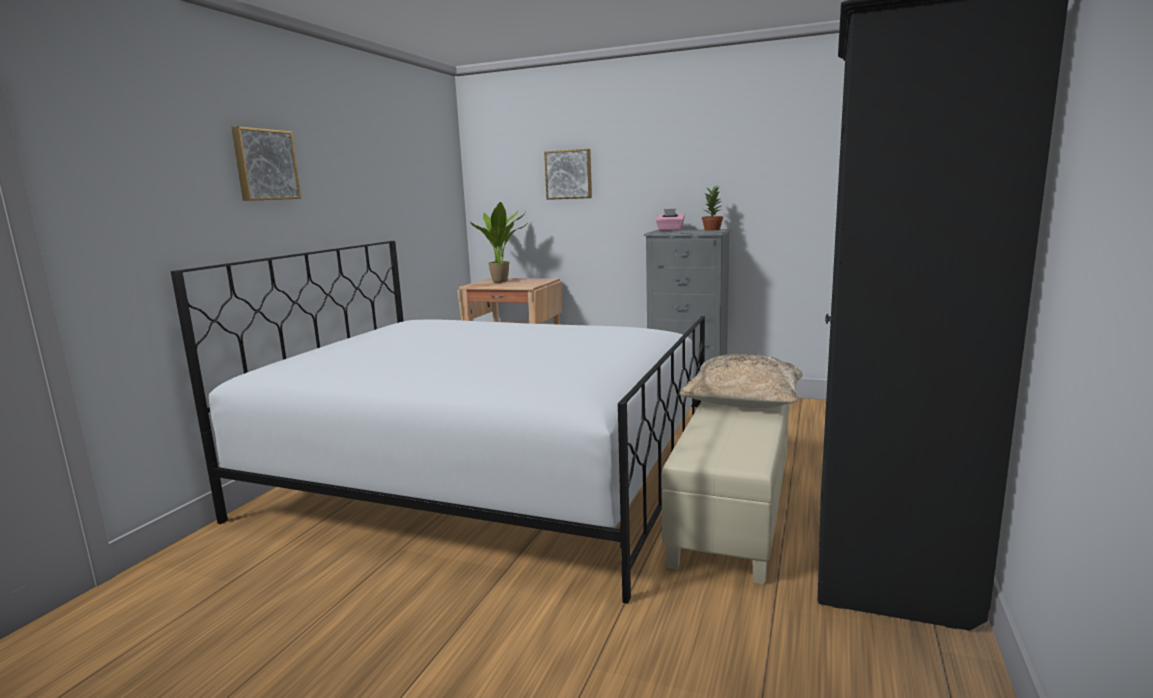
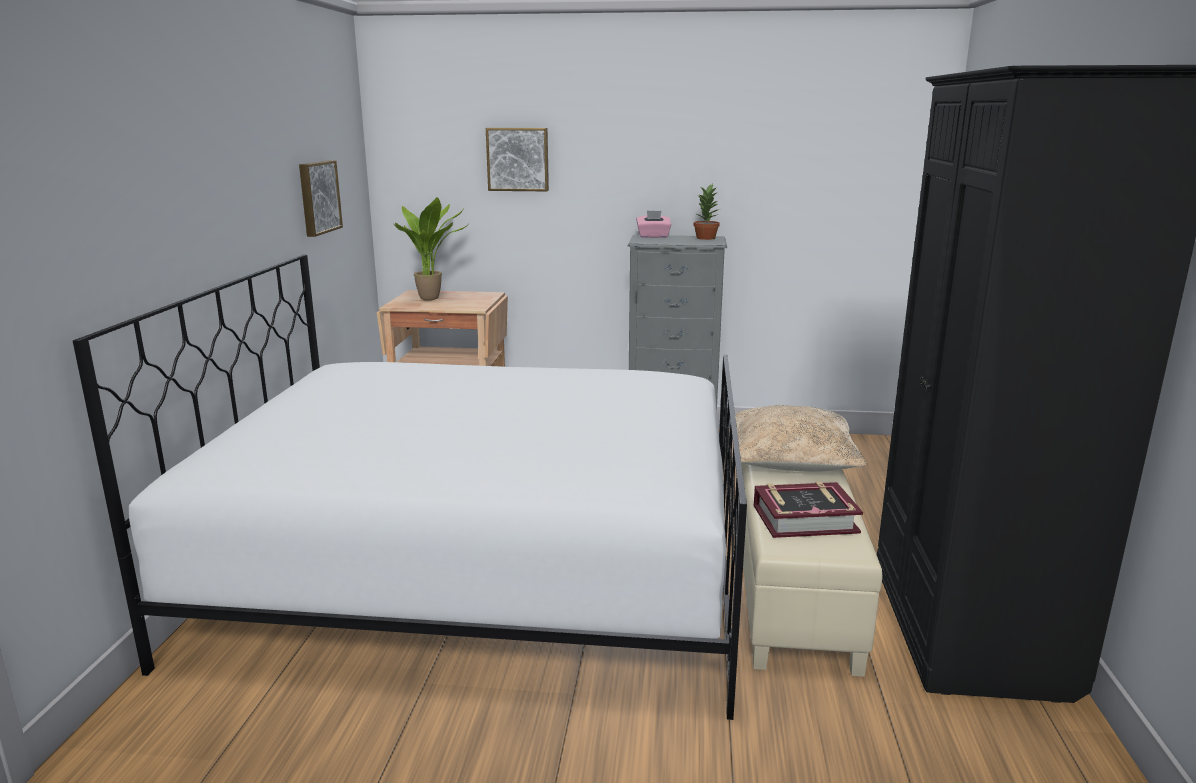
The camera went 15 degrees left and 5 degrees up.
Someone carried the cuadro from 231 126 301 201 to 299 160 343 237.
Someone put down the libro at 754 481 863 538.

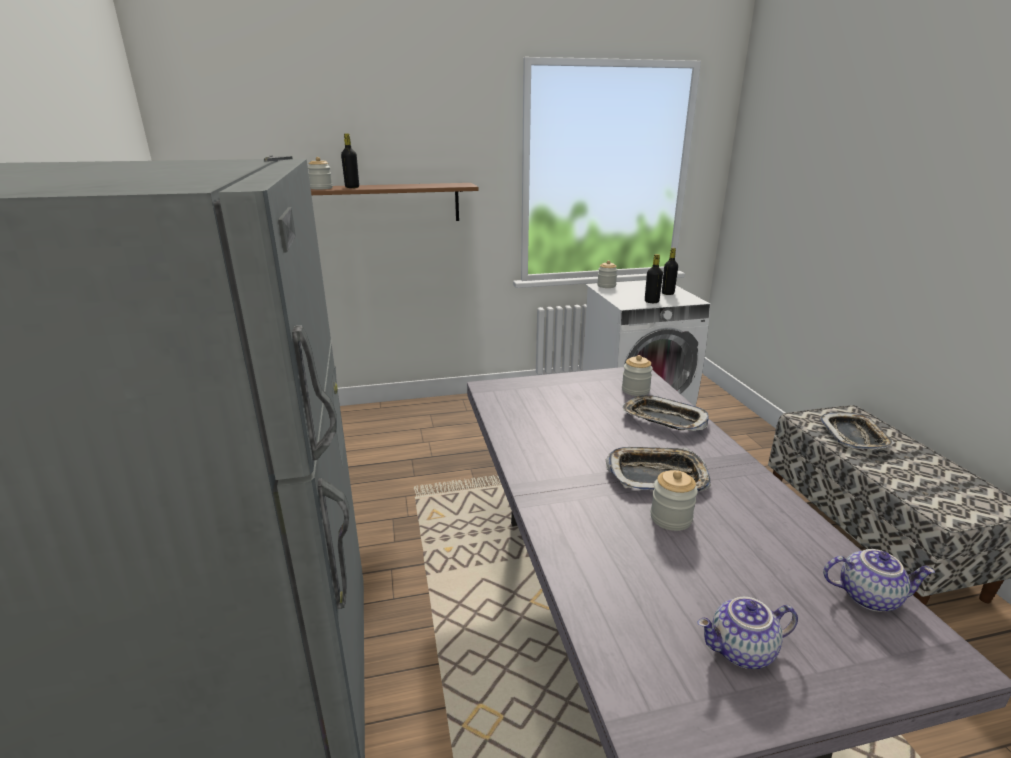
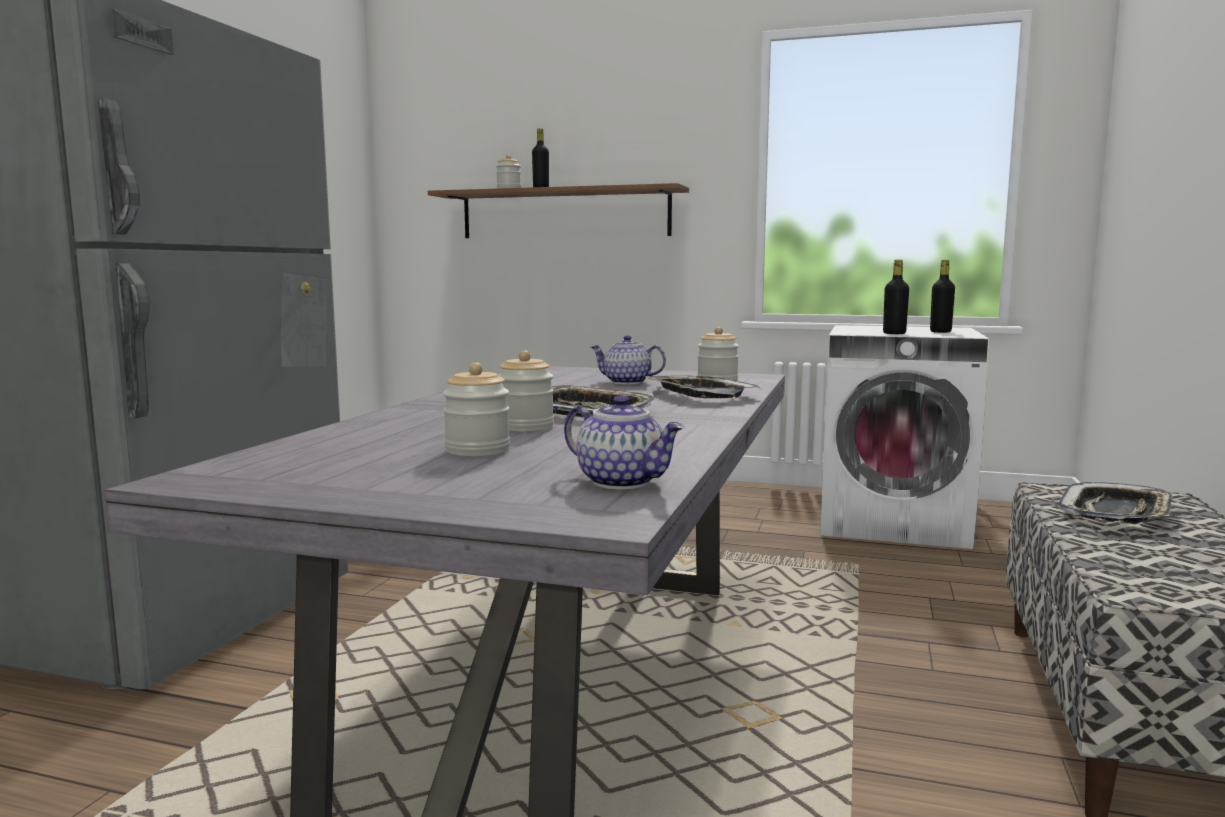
The camera went 30 degrees right and 15 degrees down.
Someone carried the tarro from 597 261 618 288 to 443 363 510 456.
Someone carried the tetera from 697 597 798 669 to 591 335 666 385.

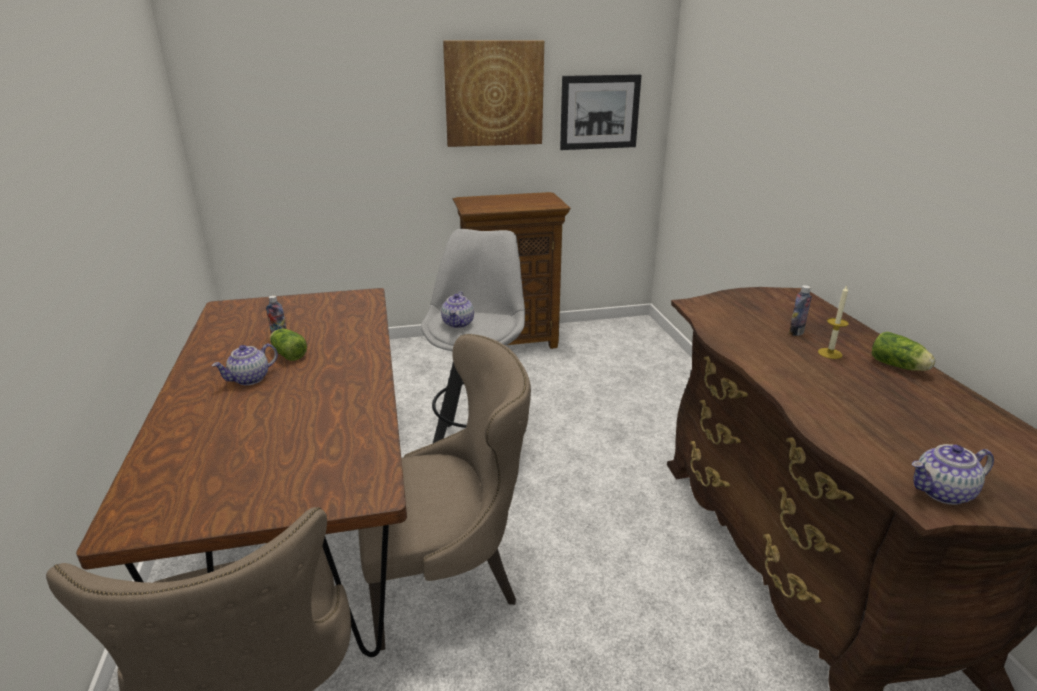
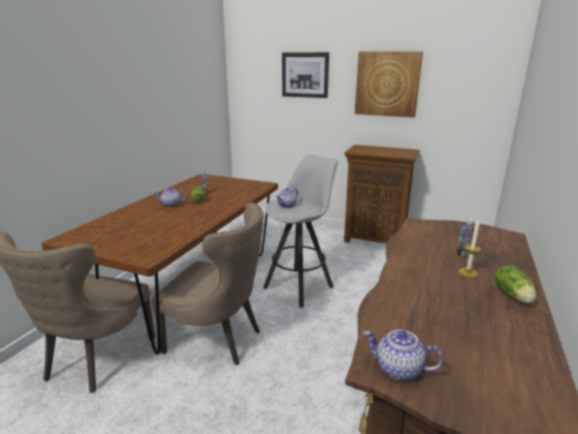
The camera went 35 degrees right and 5 degrees down.
Someone carried the cuadro from 560 74 641 150 to 282 52 329 98.

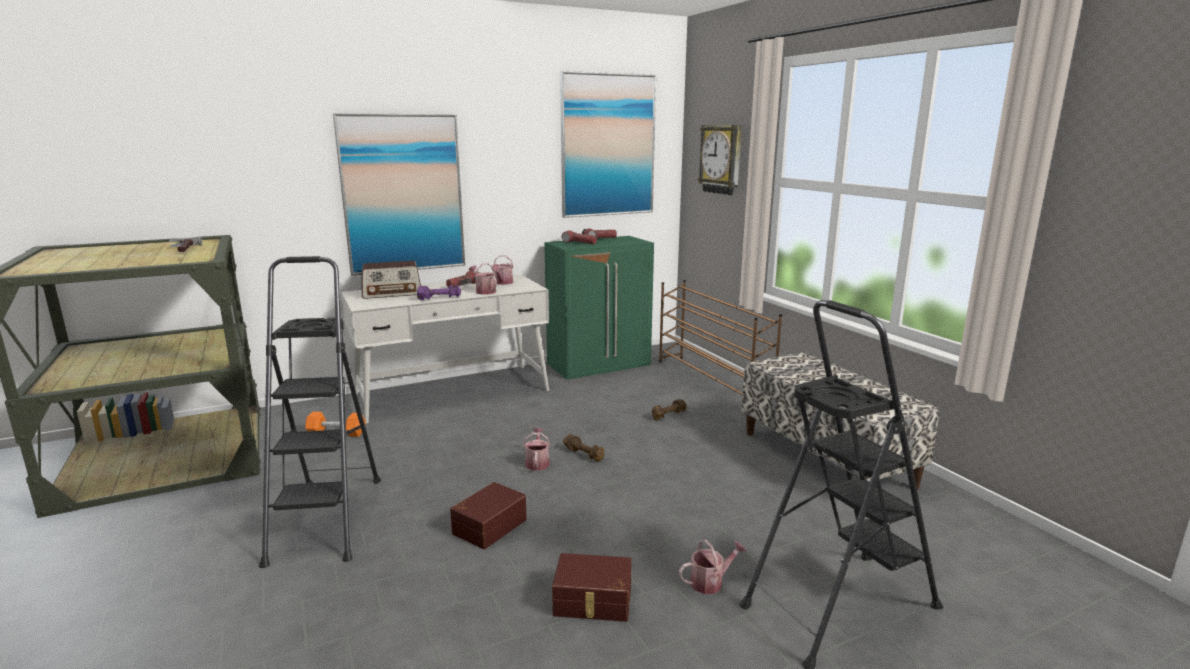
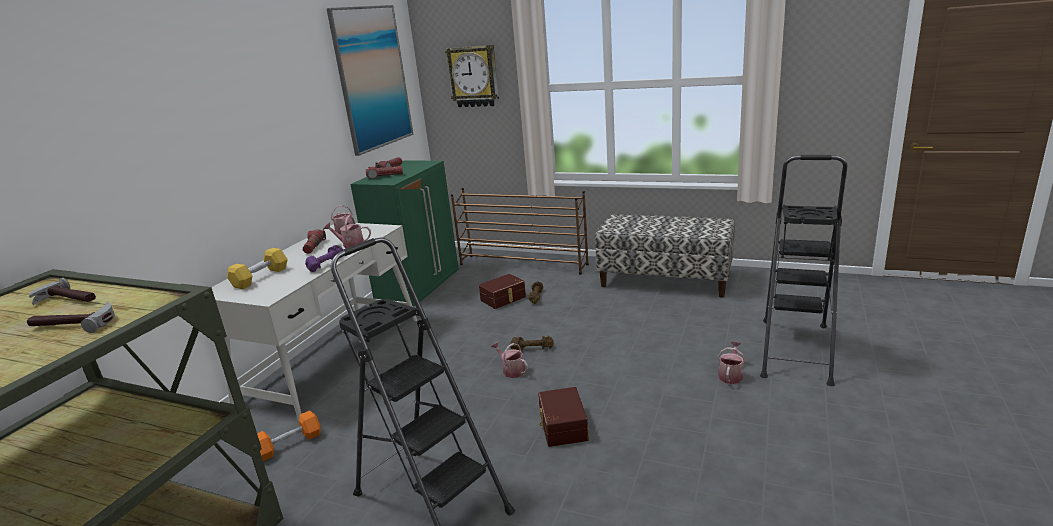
The camera went 40 degrees left and 5 degrees up.
Someone put down the martillo at 27 302 115 333.
Someone swapped the radio at 362 261 421 299 for the mancuerna/amarillo at 227 248 288 289.
Someone carried the caja de almacenaje/marrón from 552 553 632 622 to 479 274 526 309.
Someone took away the cuadro at 333 113 465 276.

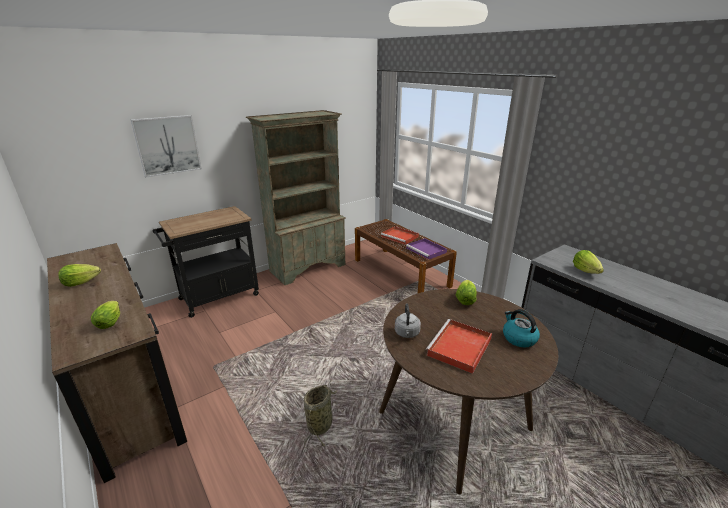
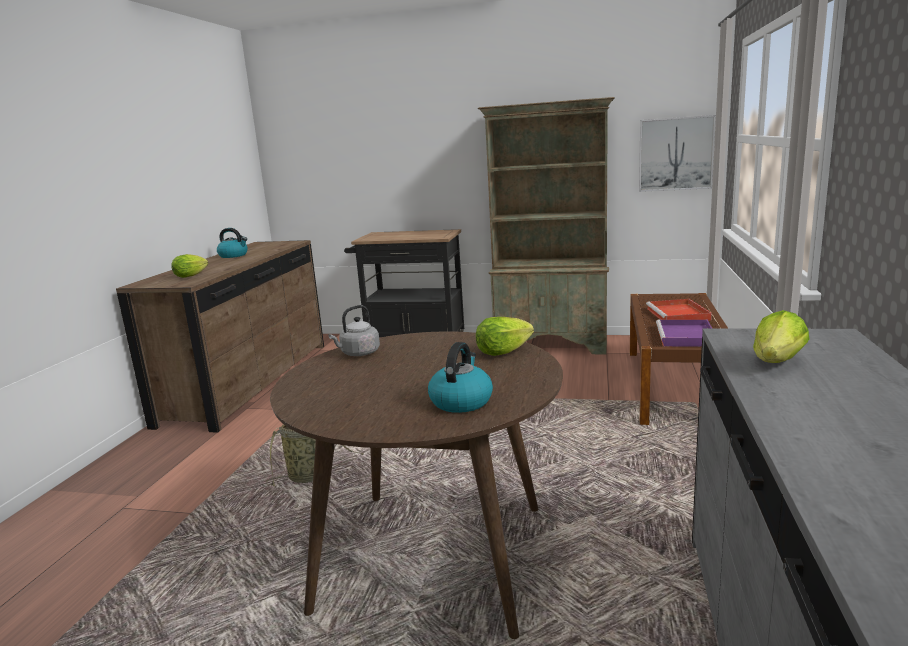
The camera went 50 degrees right and 10 degrees down.
Someone swapped the lechuga at 58 264 101 287 for the hervidor at 217 228 248 258.
Someone carried the cuadro from 131 115 202 177 to 639 115 716 192.
Someone took away the bandeja/rojo at 425 319 492 374.

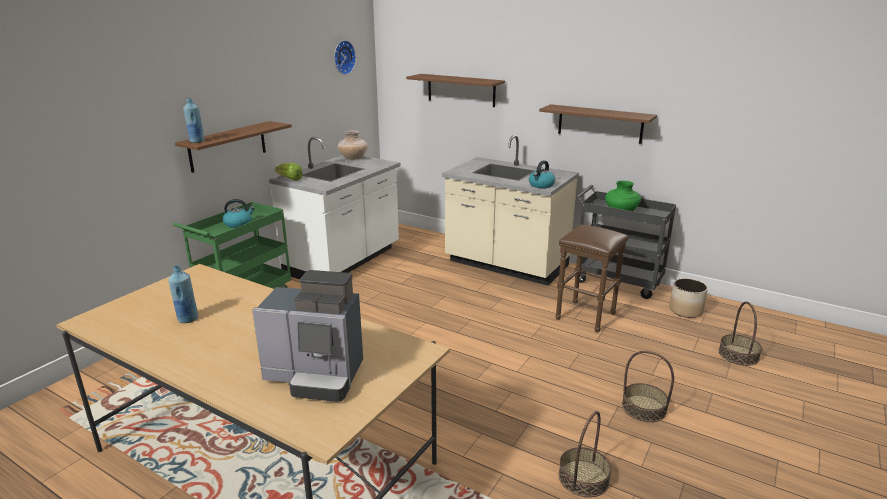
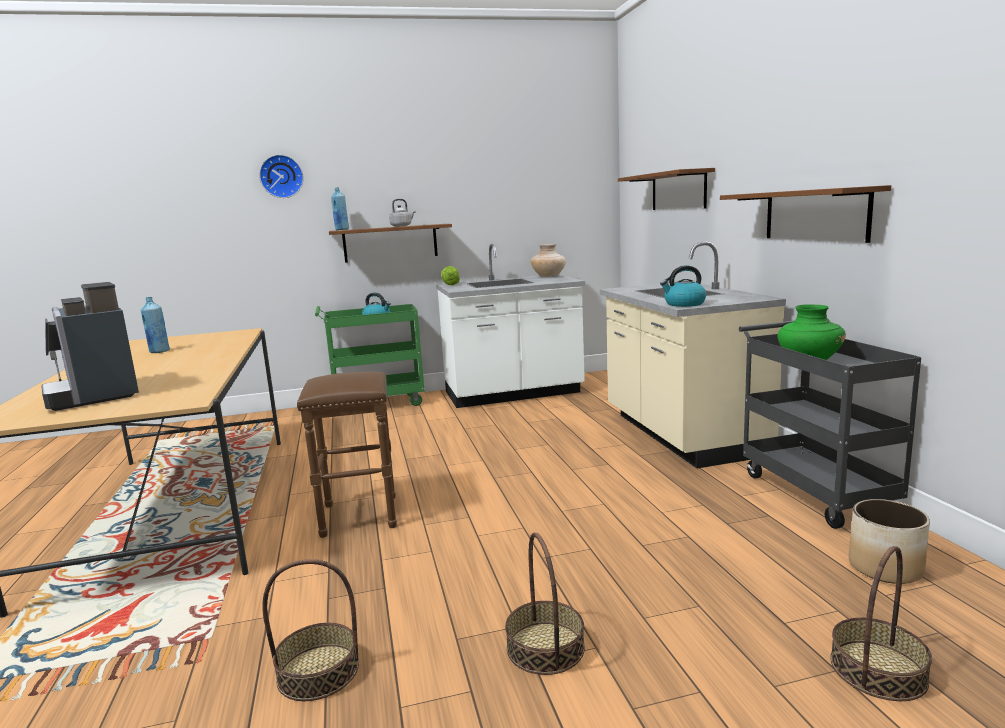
The camera went 45 degrees right and 10 degrees down.
Someone carried the reloj de pared from 334 40 356 75 to 259 154 304 198.
Someone carried the taburete/marrón from 556 225 628 333 to 297 372 397 538.
Someone put down the hervidor/gris at 389 199 416 227.

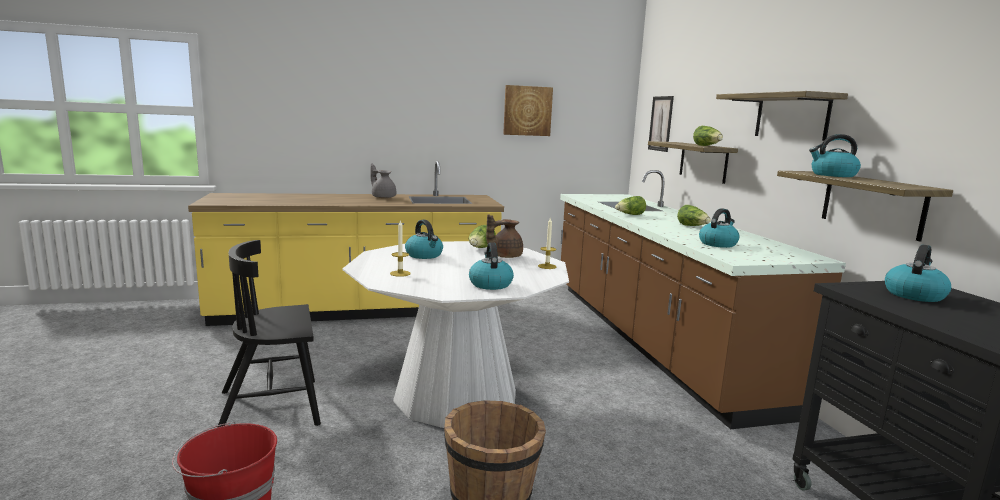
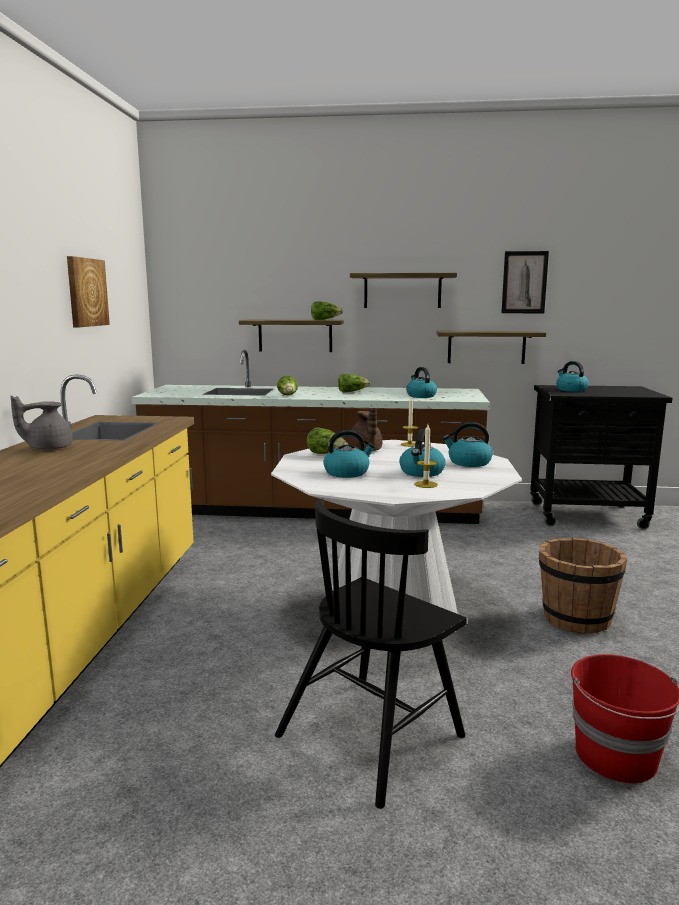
The camera went 70 degrees left and 0 degrees up.
Someone rotated the silla/negro at 218 240 321 427 by 45 degrees clockwise.
Someone carried the hervidor from 809 134 861 177 to 399 429 446 477.
Someone carried the cuadro from 648 96 674 152 to 501 251 549 313.

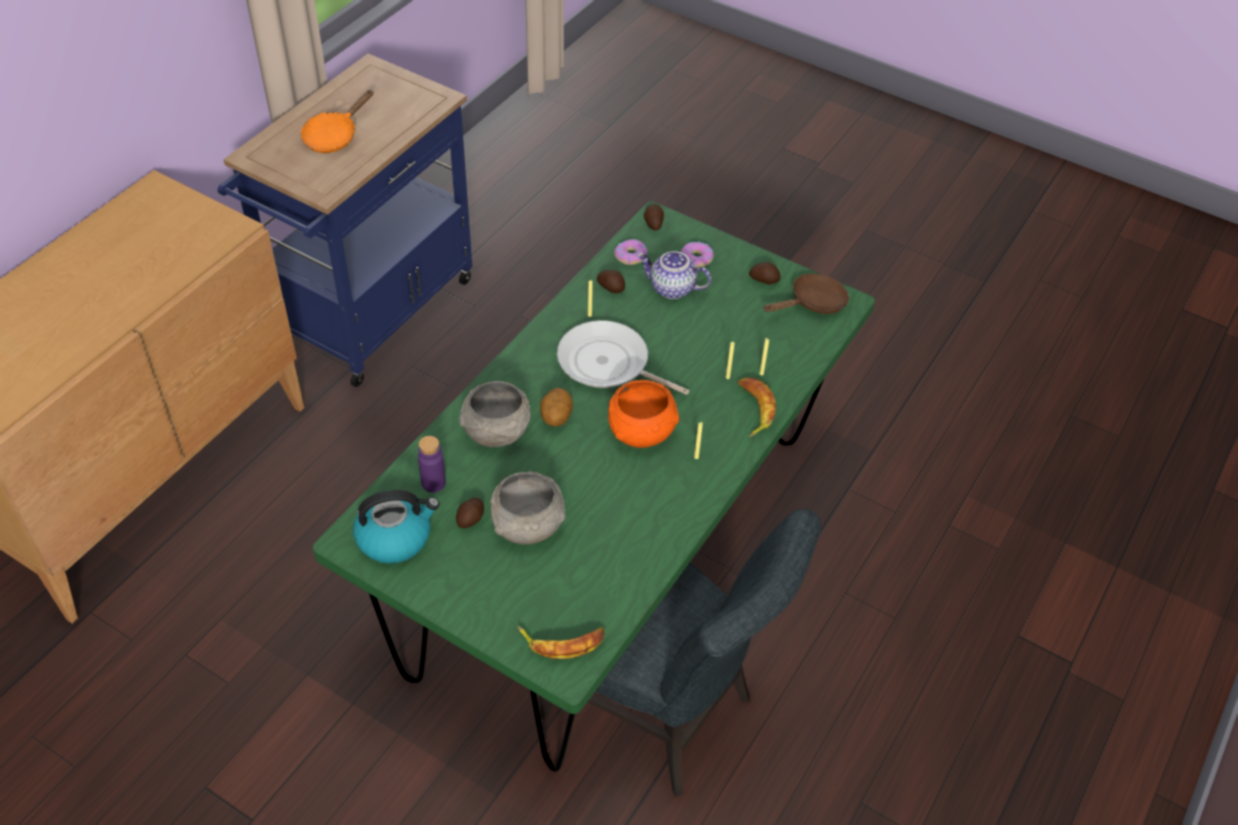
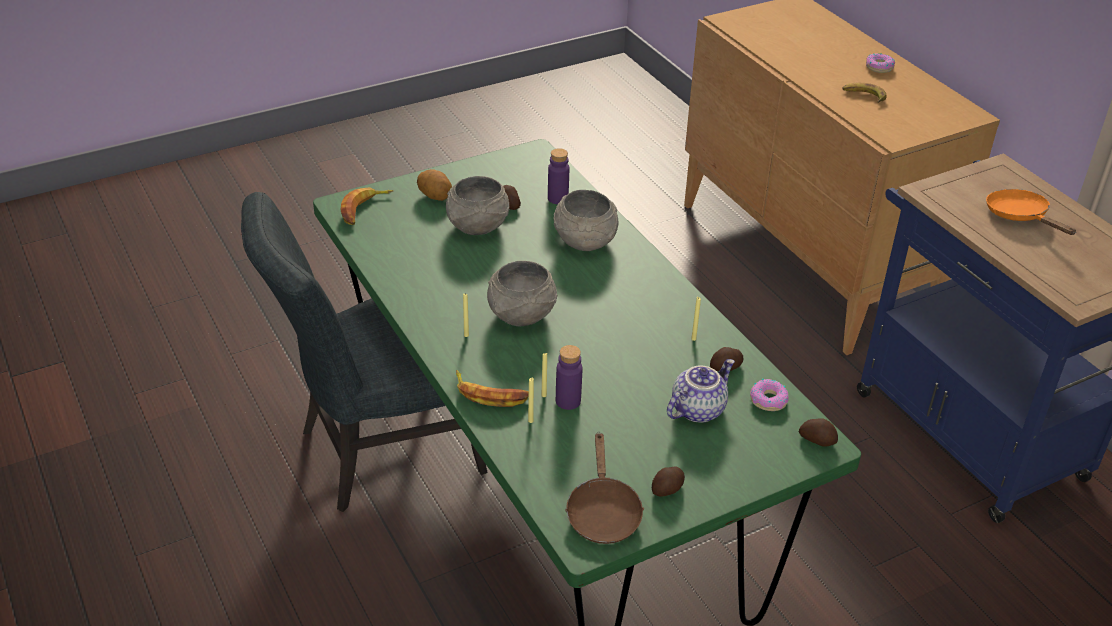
The camera went 120 degrees right and 10 degrees down.
Someone carried the patata from 540 388 573 427 to 417 169 452 201.
Someone repainted the cuenco/naranja at 608 380 679 448, which became the cuenco/gris at 487 261 557 326.
Someone put down the botella/morado at 556 345 582 410.
Someone put down the plátano at 842 83 887 103.
Someone carried the rosquilla from 681 241 714 267 to 866 53 895 73.
Someone took away the hervidor at 353 490 440 564.
Someone took away the sartén at 557 320 690 395.

